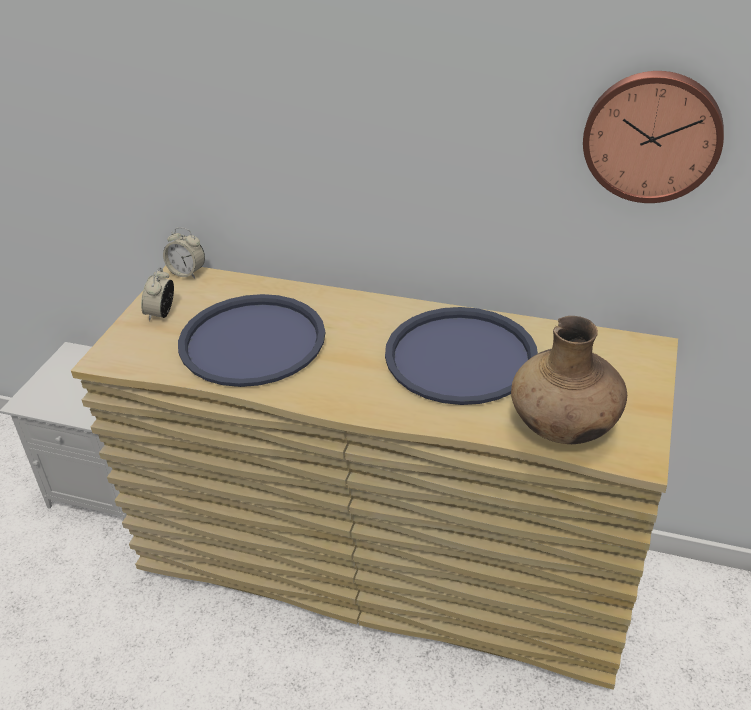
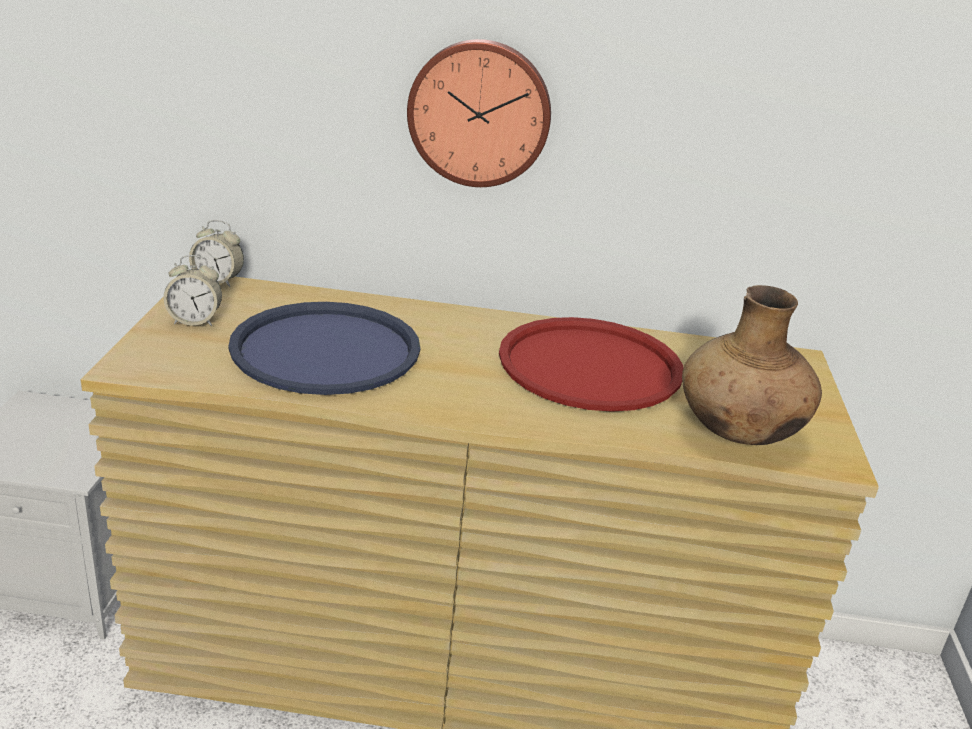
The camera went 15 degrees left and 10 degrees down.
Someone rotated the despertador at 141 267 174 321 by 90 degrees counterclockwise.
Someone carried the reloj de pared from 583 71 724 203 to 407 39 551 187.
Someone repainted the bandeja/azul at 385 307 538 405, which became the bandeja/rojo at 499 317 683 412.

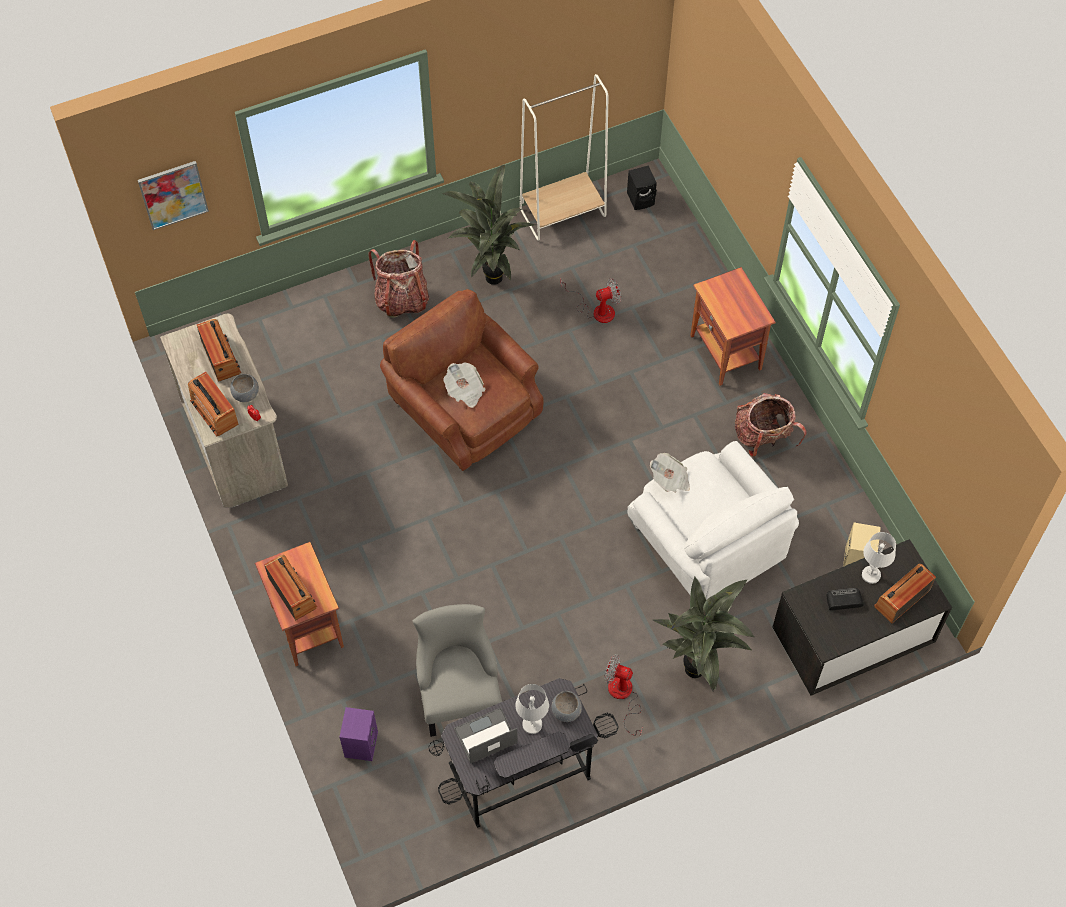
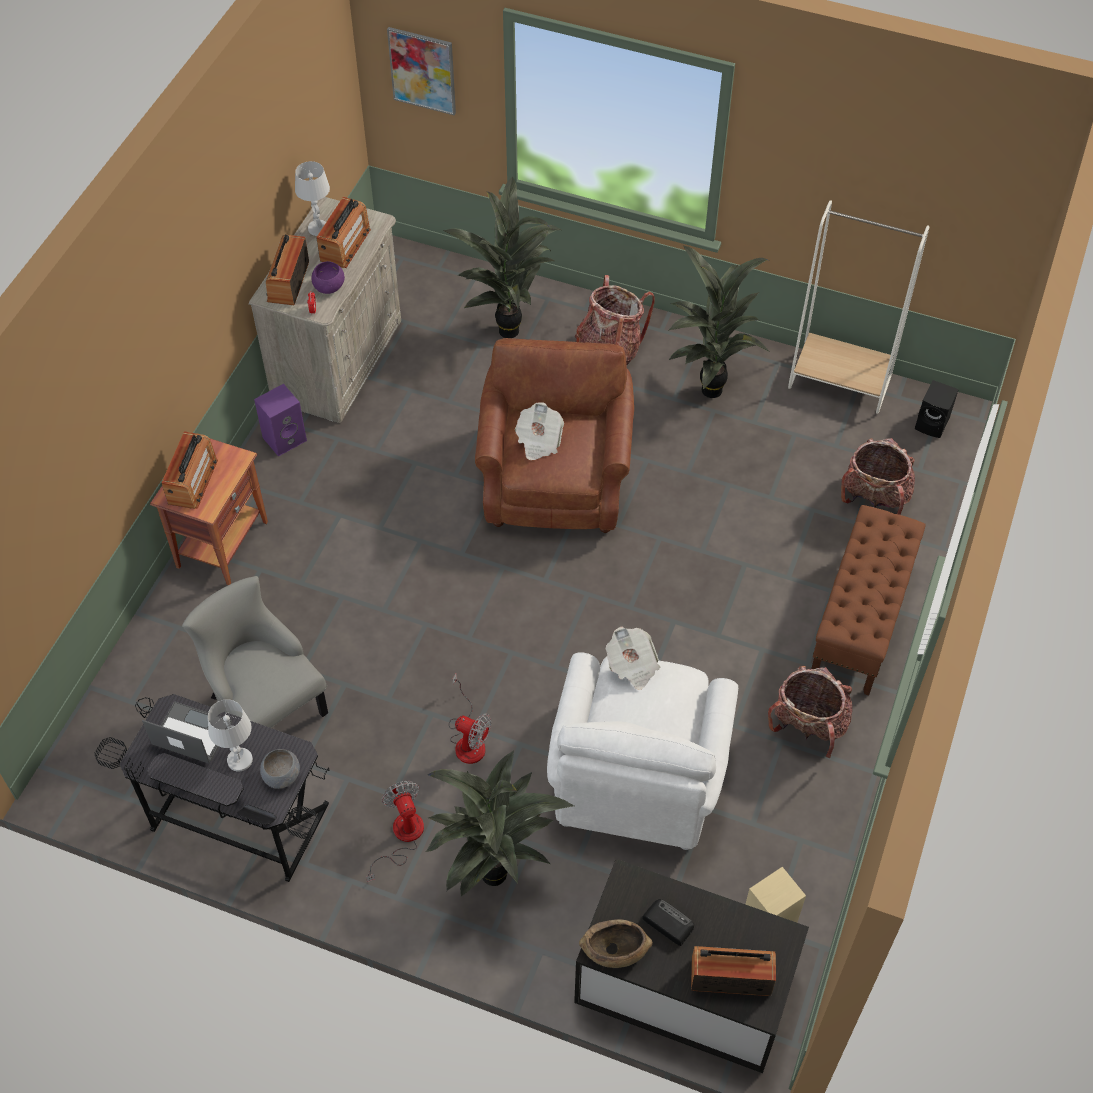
The camera went 45 degrees right and 5 degrees down.
Someone rotated the silla/gris at 412 604 502 737 by 75 degrees counterclockwise.
Someone carried the altavoz/morado from 339 707 378 761 to 254 384 307 457.
Someone carried the lámpara de mesa/blanco from 862 532 896 584 to 295 161 330 236.
Someone repainted the cuenco/gris at 230 374 259 402, which became the cuenco/morado at 311 261 345 294.
Someone put down the planta en maceta at 443 176 562 338.
Someone carried the ventilador from 560 278 621 323 to 449 674 491 764.
Someone put down the cuenco/marrón at 579 919 653 968.
Someone swapped the mesita de noche at 690 267 776 386 for the banco/marrón at 811 505 926 696.
Someone put down the mochila at 841 438 915 515.

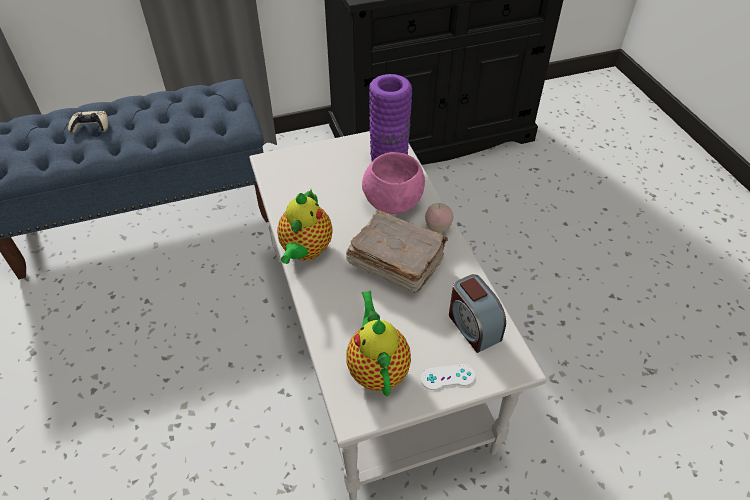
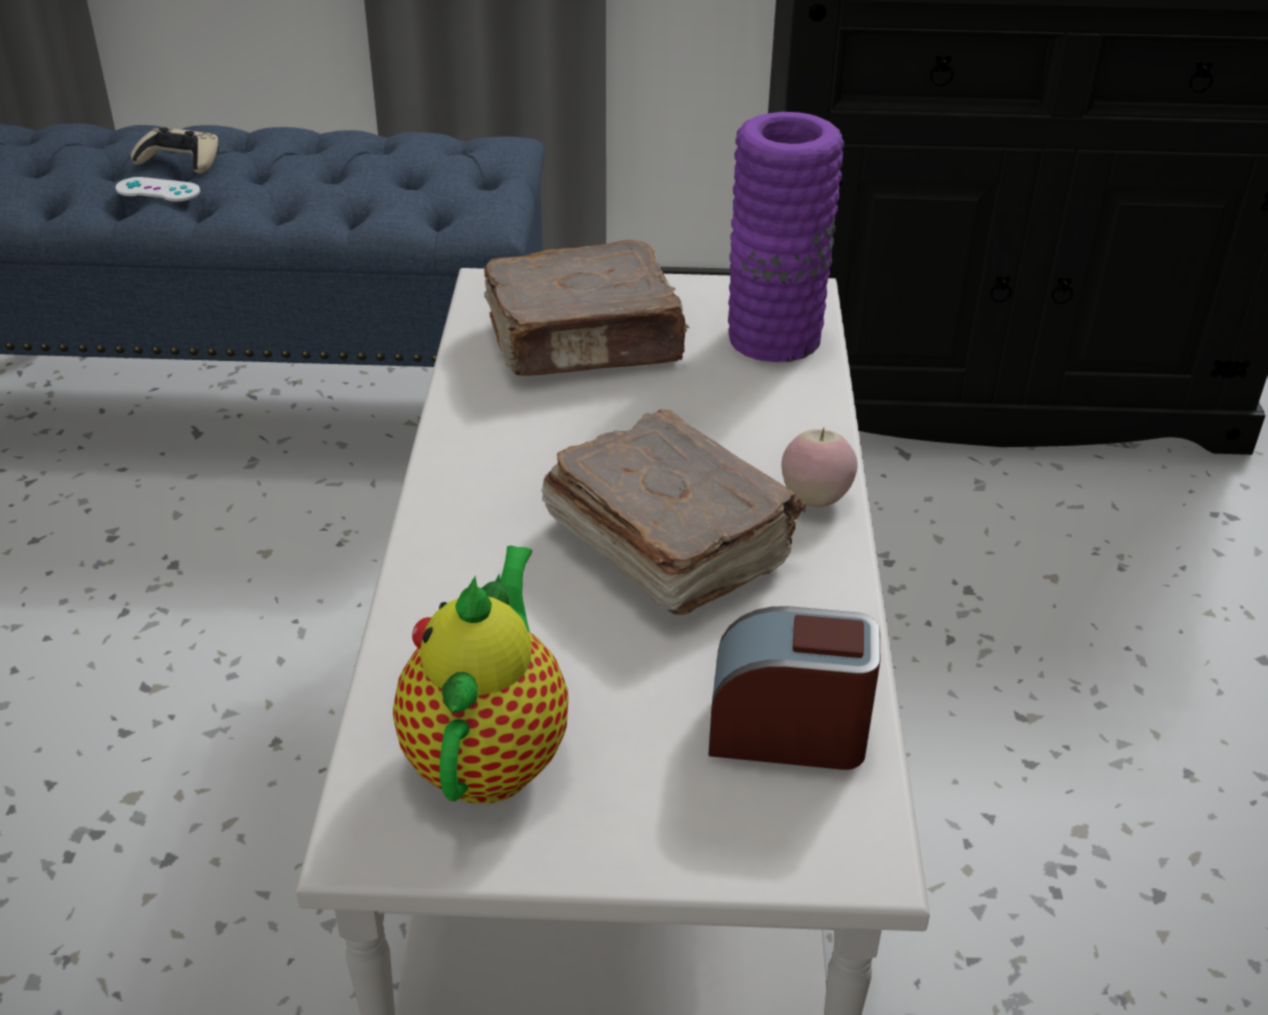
The camera went 20 degrees right and 10 degrees down.
Someone carried the mando de consola/blanco from 421 364 475 390 to 115 177 200 201.
Someone put down the libro/marrón at 484 240 689 376.
Someone rotated the despertador at 449 274 506 353 by 105 degrees clockwise.
Someone took away the tetera at 277 190 333 264.
Someone took away the cuenco/rosa at 362 152 425 214.

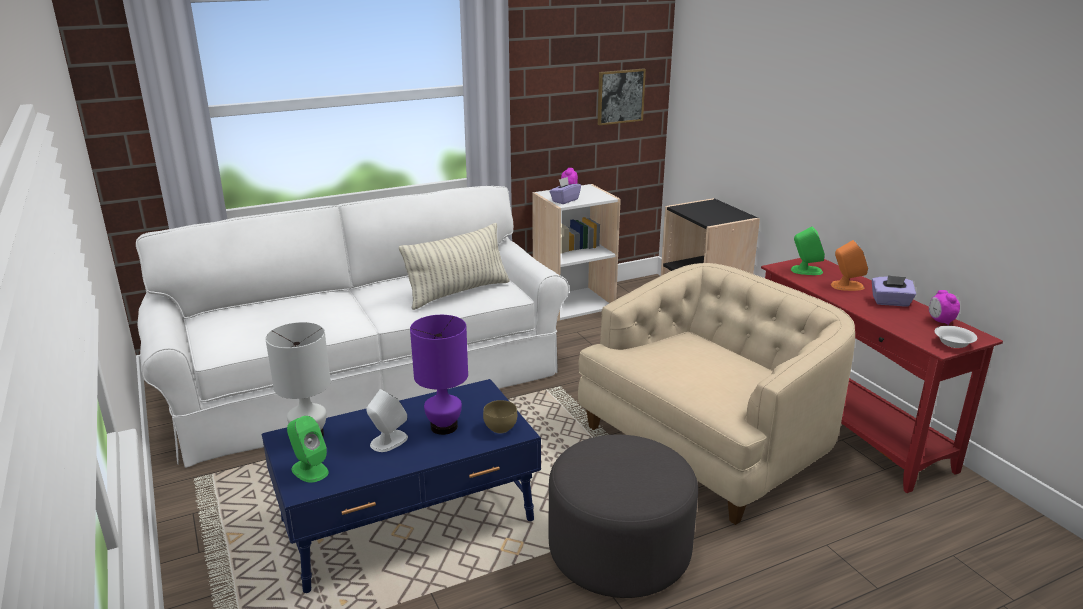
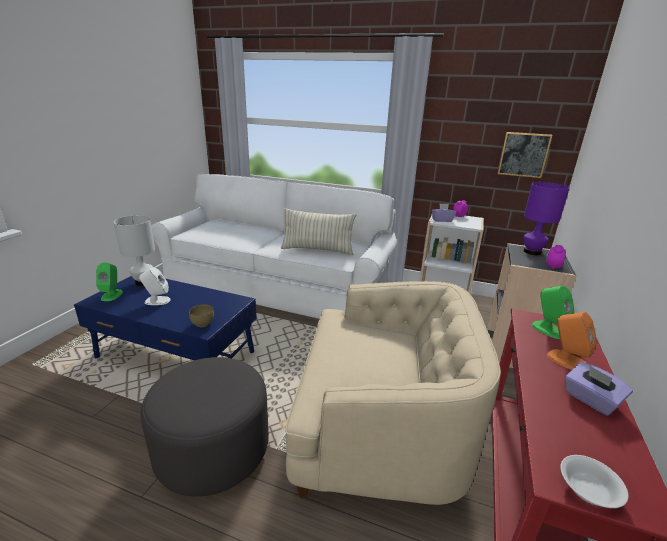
The camera went 45 degrees right and 0 degrees up.
Someone carried the lámpara de mesa/morado from 410 315 468 435 to 524 182 570 255.
Someone carried the despertador from 929 290 960 325 to 546 245 566 269.

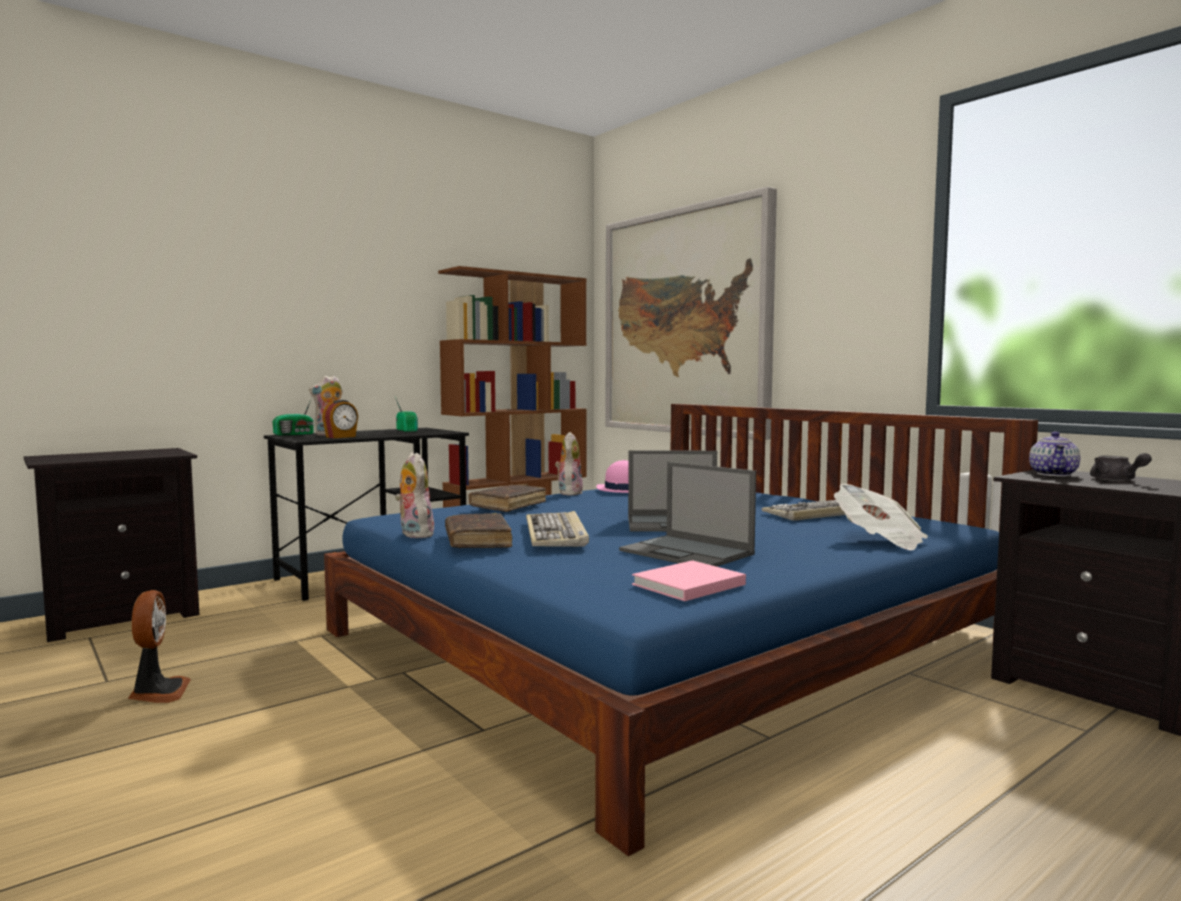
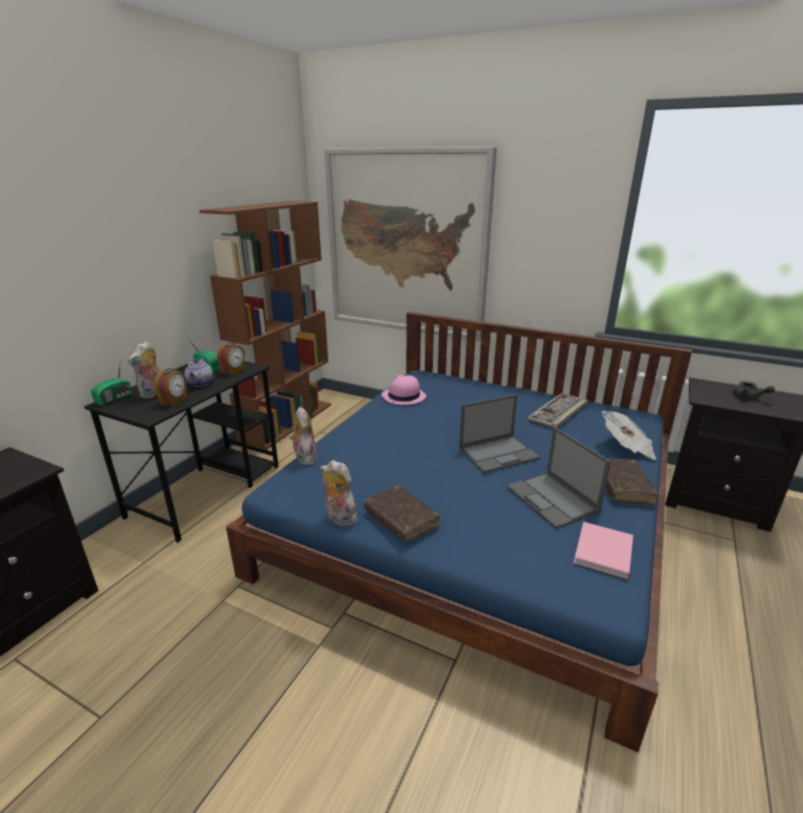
The camera went 25 degrees left and 20 degrees up.
Someone carried the tetera from 1029 432 1080 477 to 185 358 213 387.
Someone put down the despertador at 217 342 245 375.
Someone carried the peluche from 555 432 583 495 to 290 407 318 465.
Someone rotated the portátil at 619 462 756 567 by 45 degrees clockwise.
Someone carried the libro/marrón from 468 485 546 512 to 606 458 658 504.
Someone took away the ventilador at 127 590 191 703.
Someone took away the teclado at 526 511 589 547.

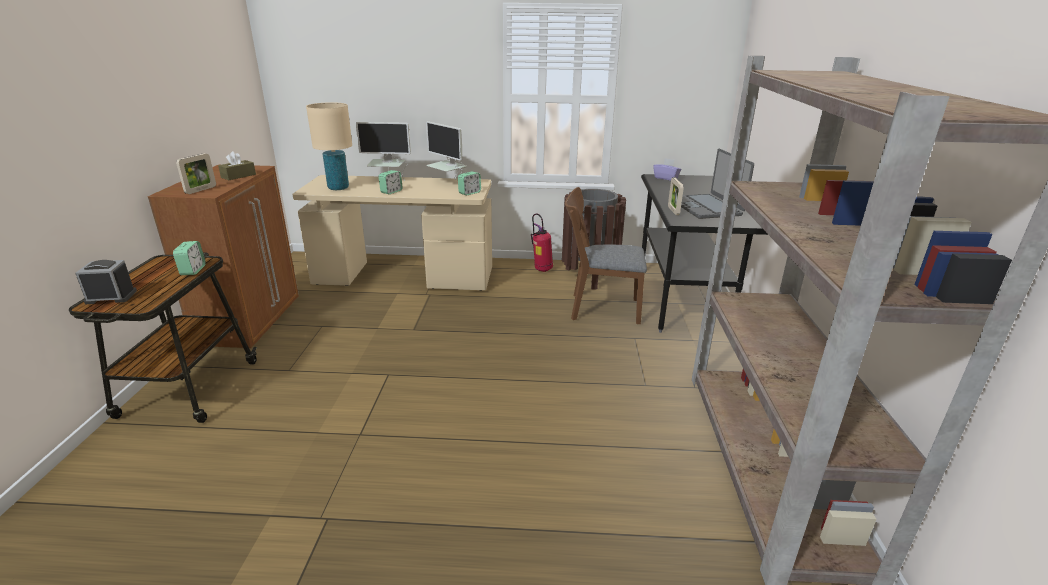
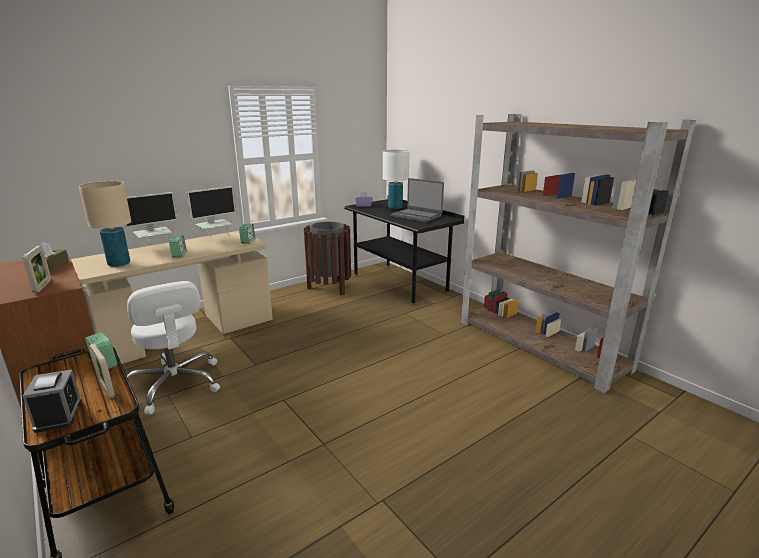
The camera went 40 degrees left and 5 degrees down.
Someone rotated the despertador at 75 260 137 304 by 120 degrees clockwise.
Someone carried the portarretratos from 668 178 684 215 to 89 343 115 399.
Someone put down the silla de oficina/blanco at 127 281 220 414.
Someone rotated the monitor at 426 121 467 176 by 45 degrees counterclockwise.
Someone put down the lámpara de mesa/blanco at 383 150 410 209.
Someone took away the extintor at 531 213 553 272.
Someone took away the silla/marrón at 565 187 647 324.

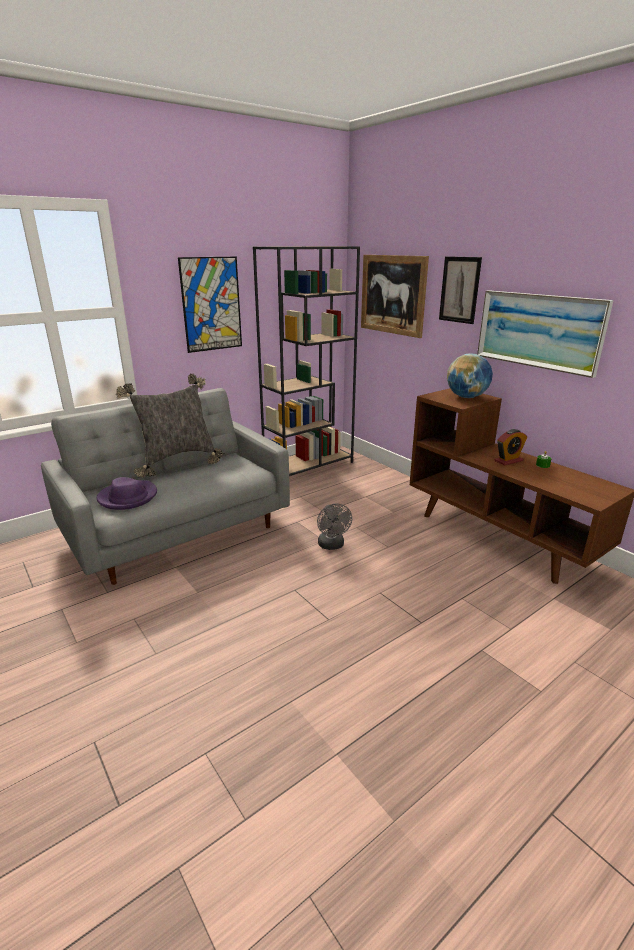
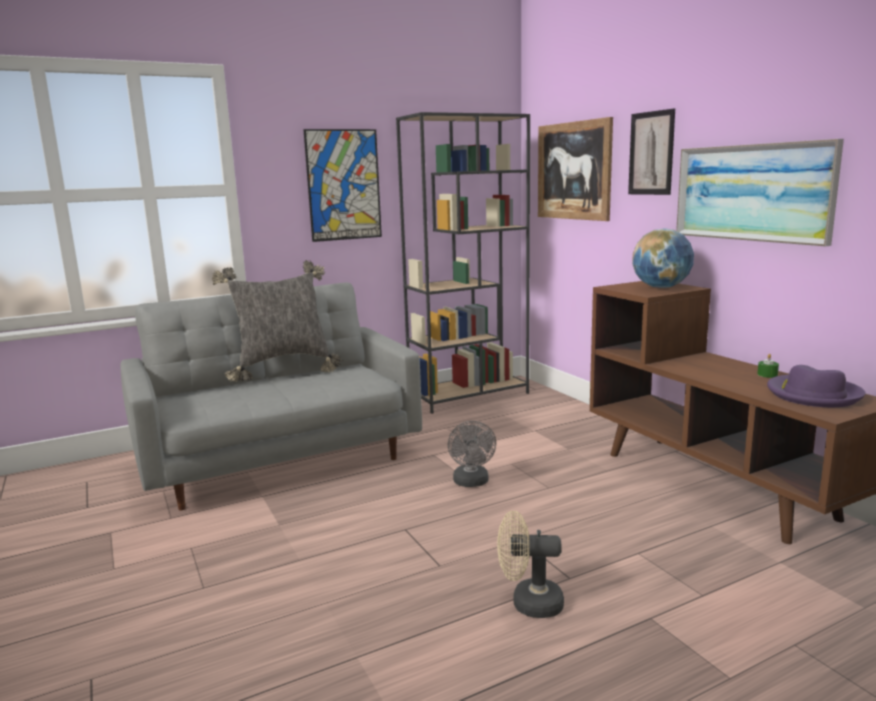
The camera went 10 degrees right and 10 degrees down.
Someone put down the ventilador/beis at 497 511 564 618.
Someone carried the sombrero/morado from 97 477 157 510 to 767 365 866 407.
Someone took away the despertador at 494 429 527 466.

